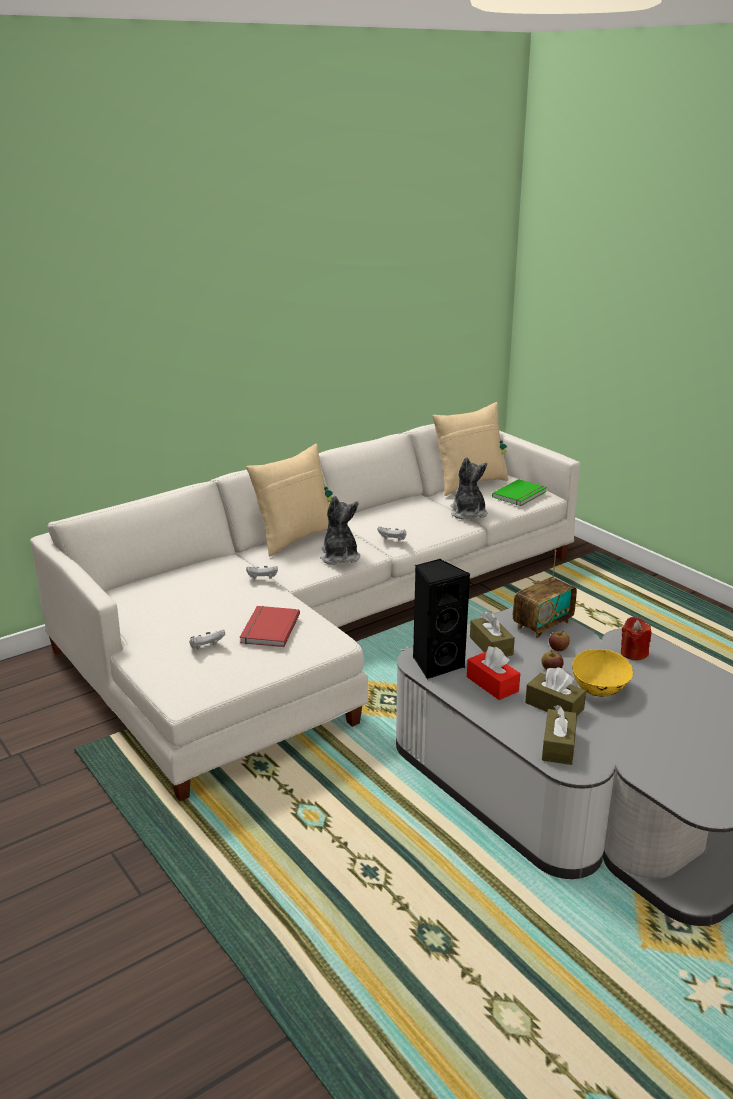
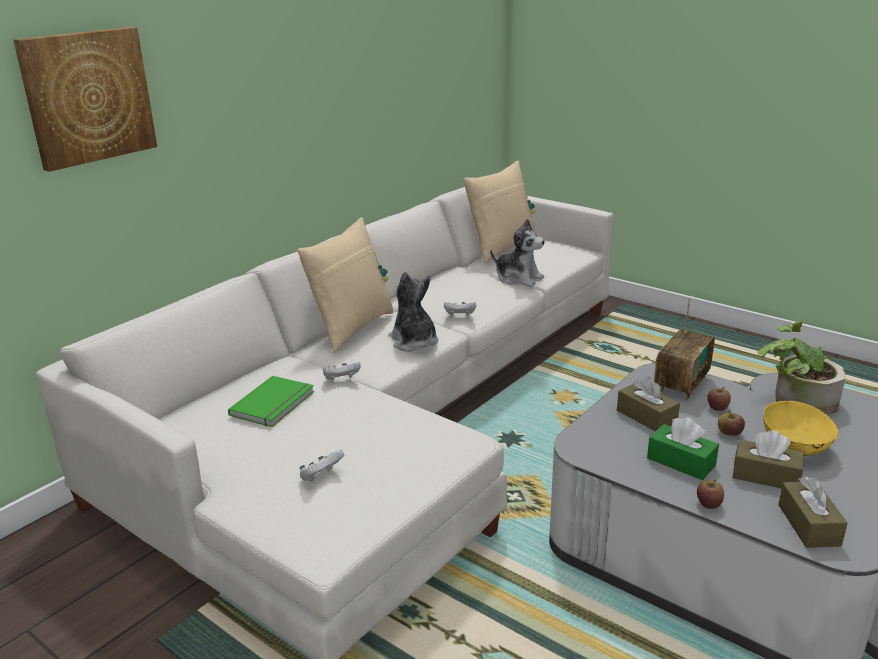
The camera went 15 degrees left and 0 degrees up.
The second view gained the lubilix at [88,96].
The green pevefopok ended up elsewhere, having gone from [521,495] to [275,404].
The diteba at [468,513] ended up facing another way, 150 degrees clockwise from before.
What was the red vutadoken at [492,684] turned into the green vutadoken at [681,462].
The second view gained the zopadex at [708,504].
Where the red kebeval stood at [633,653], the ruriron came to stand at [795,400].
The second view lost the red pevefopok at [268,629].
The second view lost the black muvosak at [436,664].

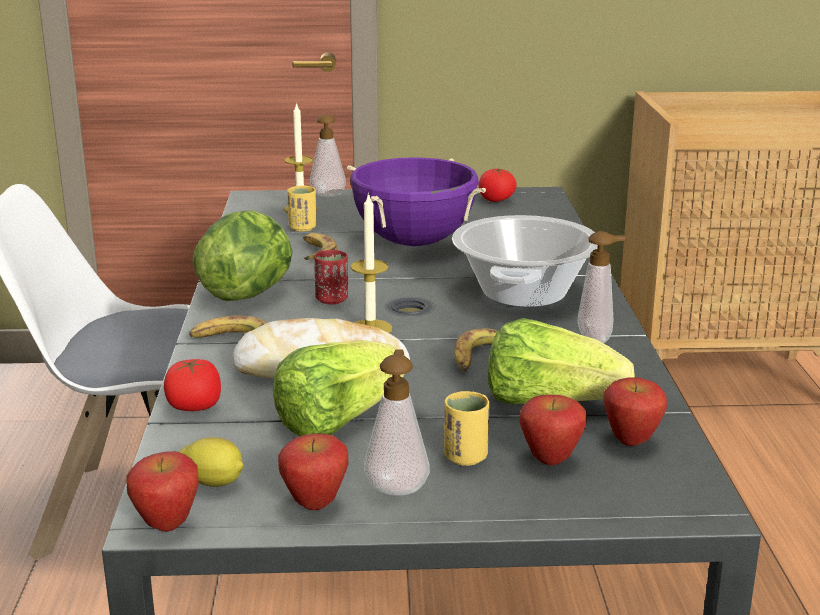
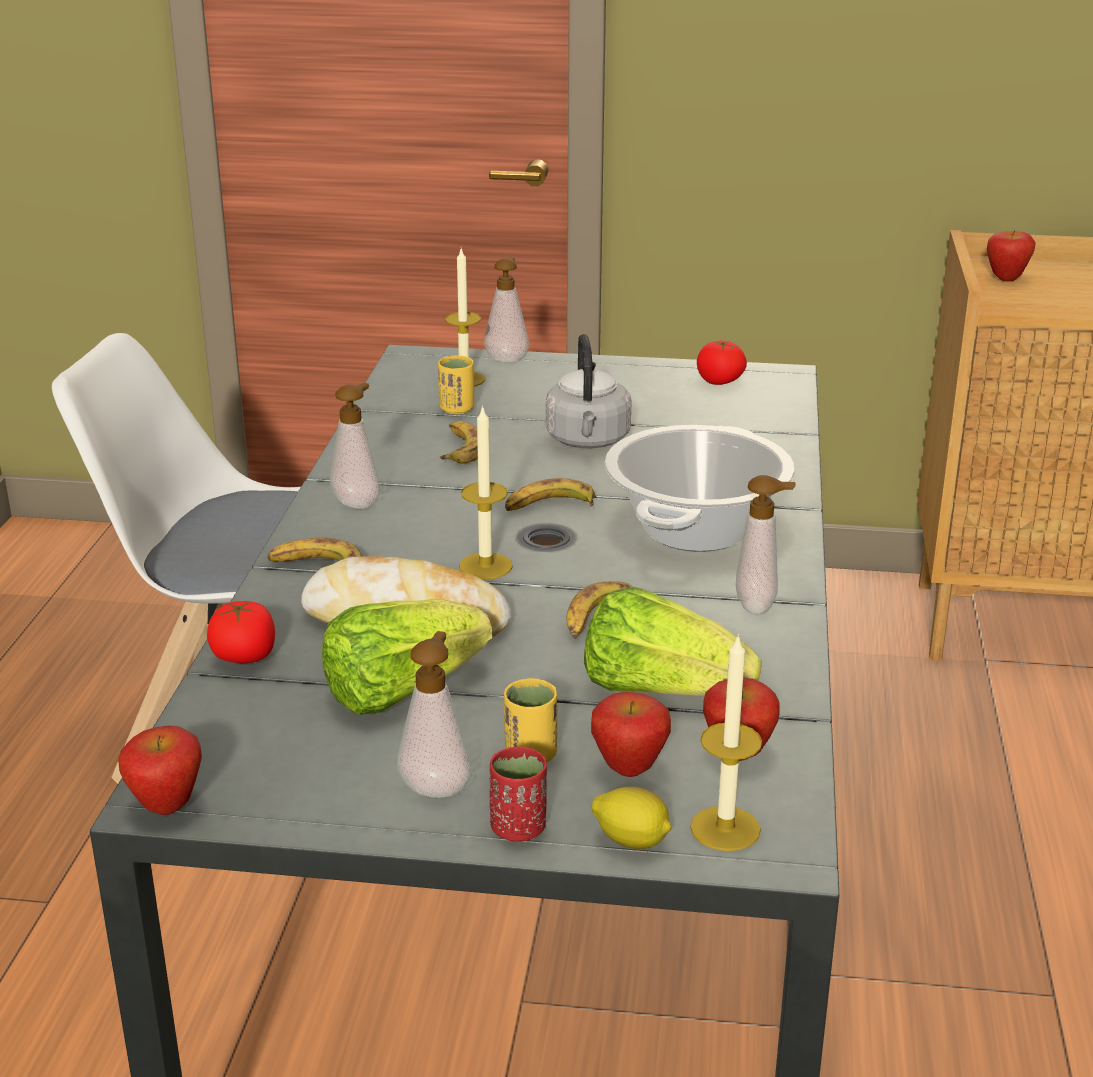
The camera went 10 degrees right and 5 degrees up.
Where the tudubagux stood at [249,293], the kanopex came to stand at [358,502].
The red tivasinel ended up elsewhere, having gone from [332,299] to [518,828].
The second view gained the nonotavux at [549,507].
Where the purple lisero stood at [414,242], the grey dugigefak came to stand at [588,441].
The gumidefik ended up elsewhere, having gone from [214,482] to [632,841].
The second view gained the kebeval at [725,828].
The zopadex ended up elsewhere, having gone from [315,504] to [1006,279].

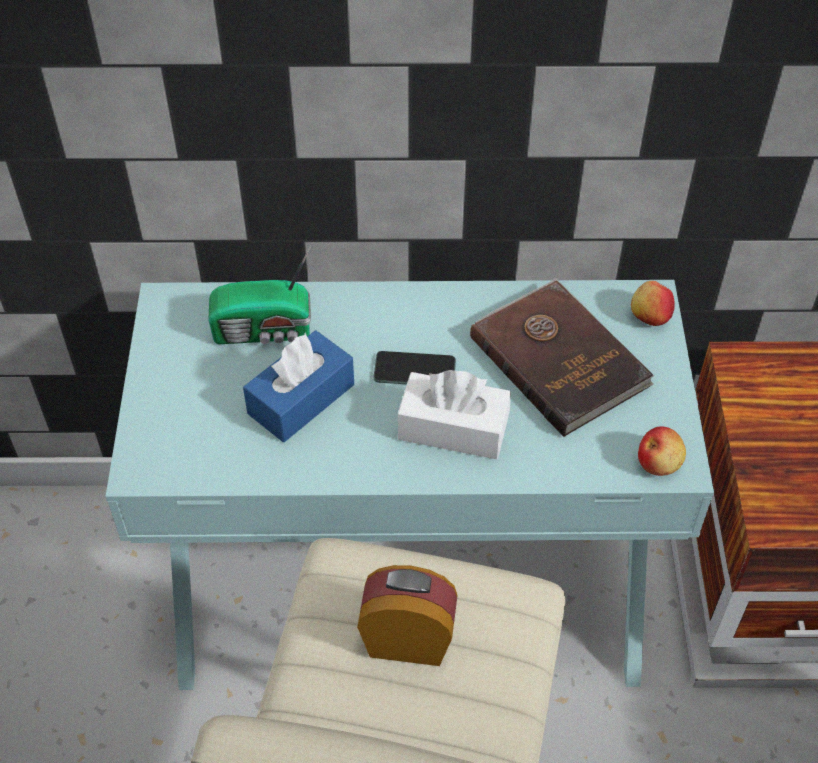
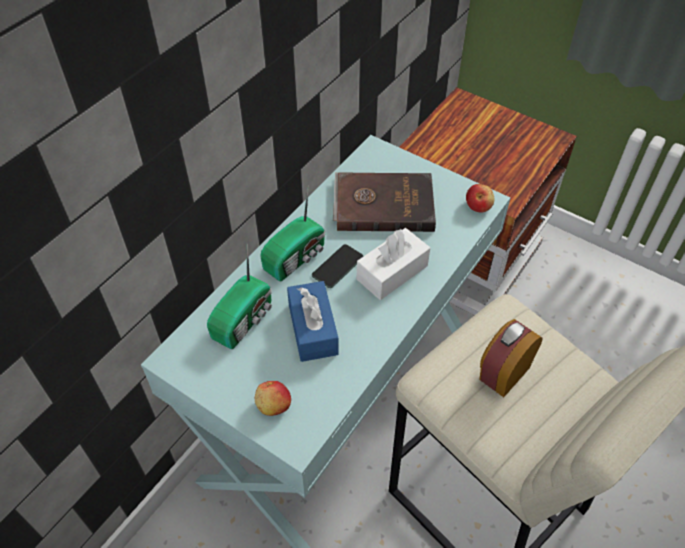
The camera went 55 degrees left and 0 degrees up.
The zopadex ended up elsewhere, having gone from [649,316] to [273,405].
The second view gained the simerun at [297,257].

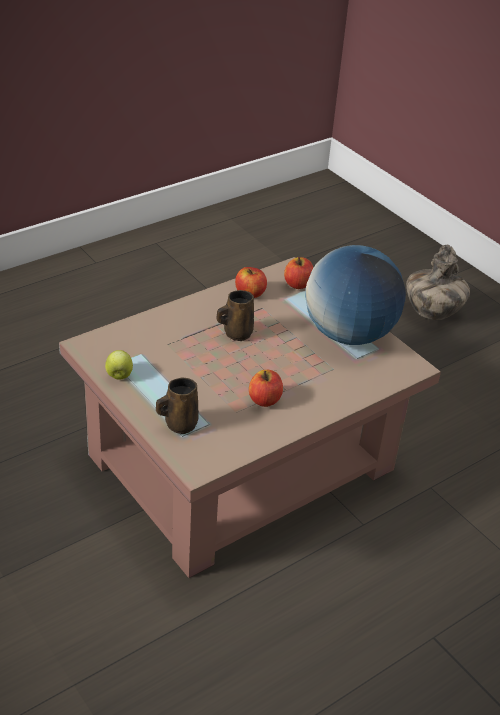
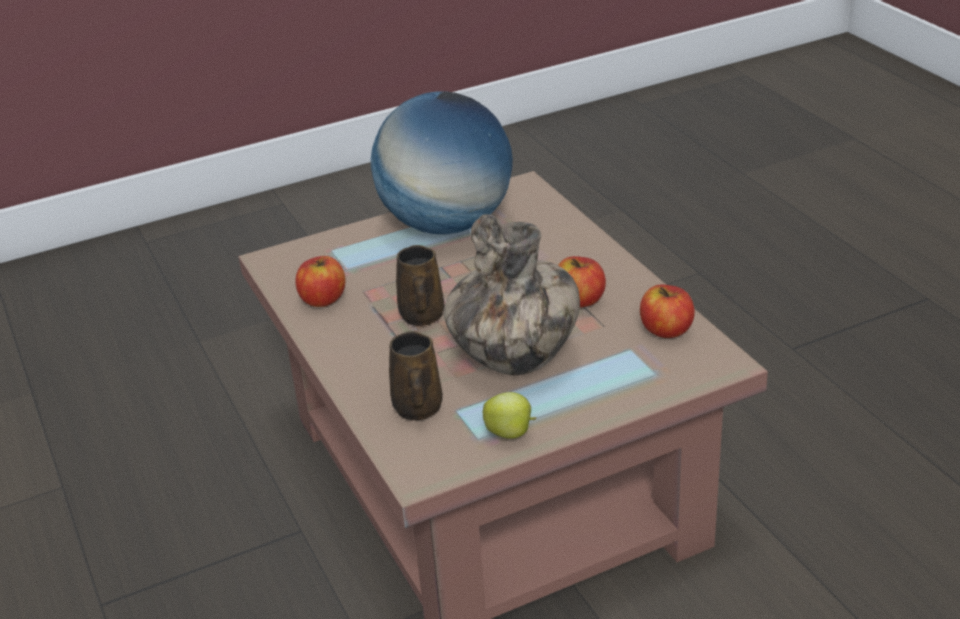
The camera went 75 degrees left and 5 degrees down.
The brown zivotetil ended up elsewhere, having gone from [179,424] to [417,409].
The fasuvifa ended up elsewhere, having gone from [431,313] to [516,359].
The zopadex ended up elsewhere, having gone from [298,284] to [666,330].

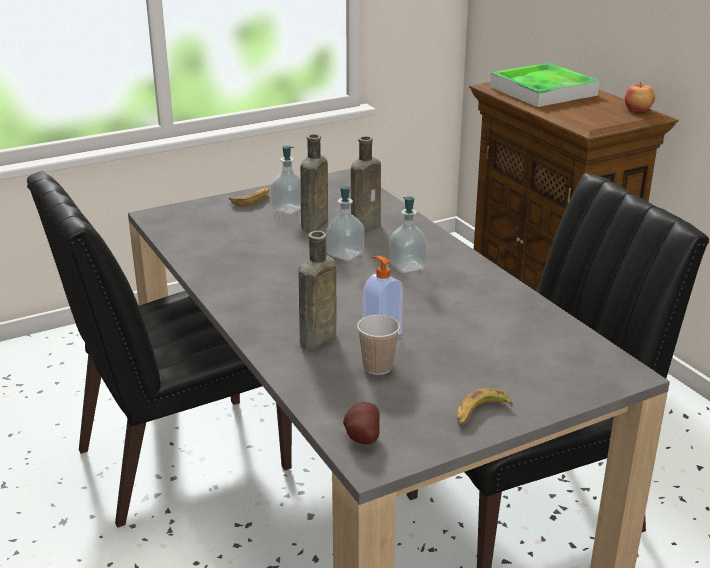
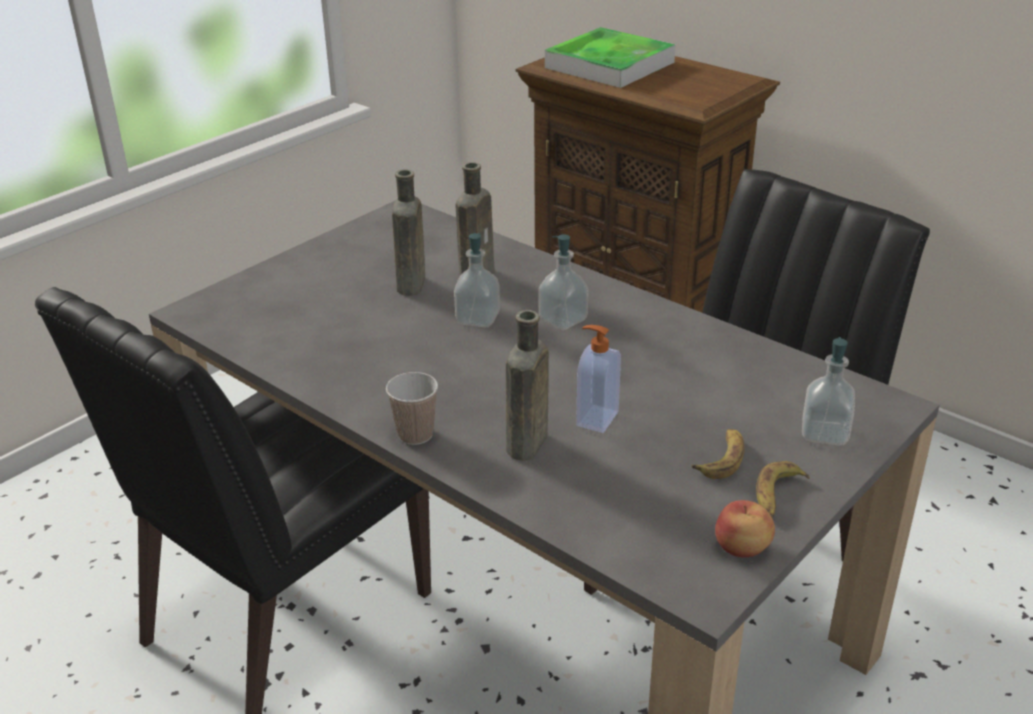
The camera went 20 degrees left and 5 degrees up.
The tivasinel ended up elsewhere, having gone from [378,367] to [415,434].
The nonotavux ended up elsewhere, having gone from [251,200] to [721,458].
The zopadex ended up elsewhere, having gone from [638,110] to [742,549].
The kanopex ended up elsewhere, having gone from [288,209] to [824,433].
The second view lost the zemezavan at [361,438].

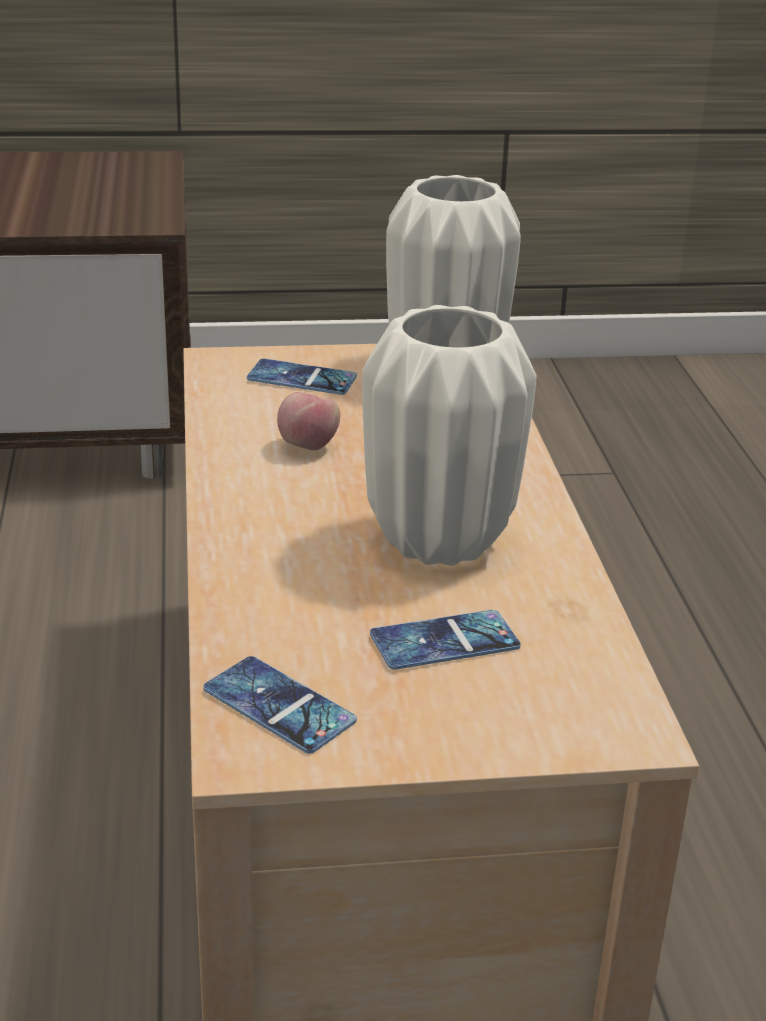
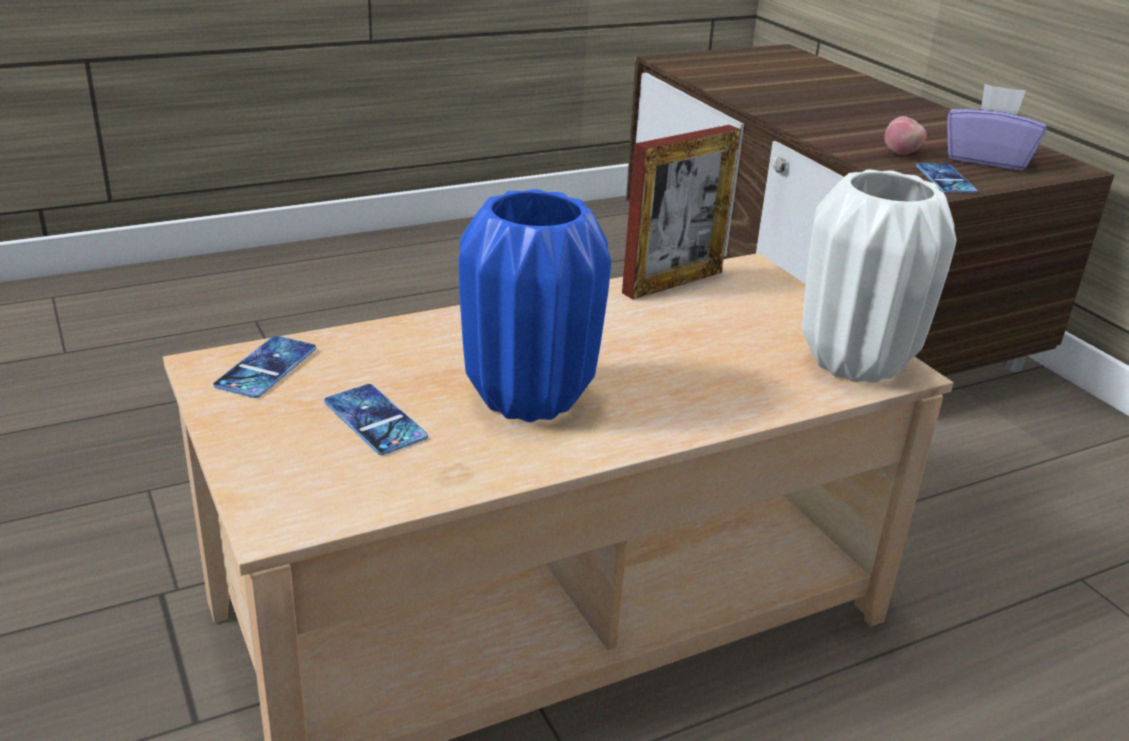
The camera went 70 degrees right and 0 degrees up.
What was the white fasuvifa at [437,540] turned into the blue fasuvifa at [528,398].
The second view gained the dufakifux at [672,282].
The zopadex ended up elsewhere, having gone from [308,446] to [902,154].
The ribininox ended up elsewhere, having gone from [302,378] to [945,179].
The second view gained the purple vutadoken at [986,159].

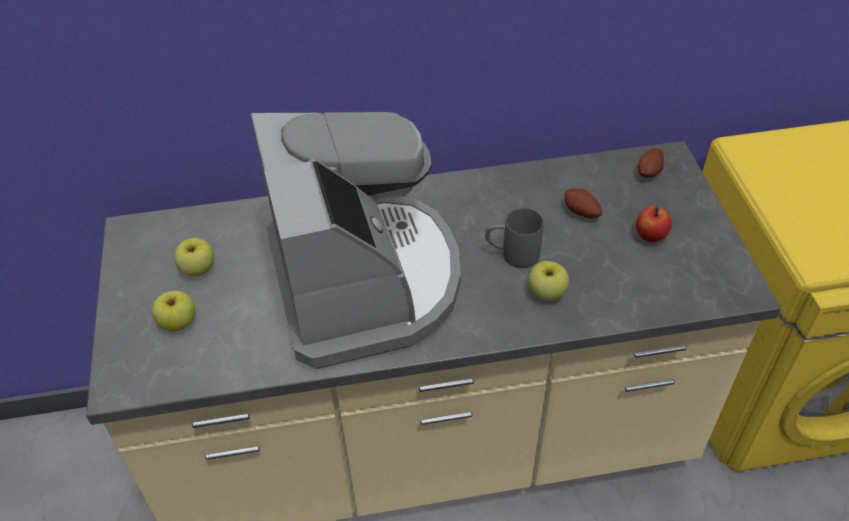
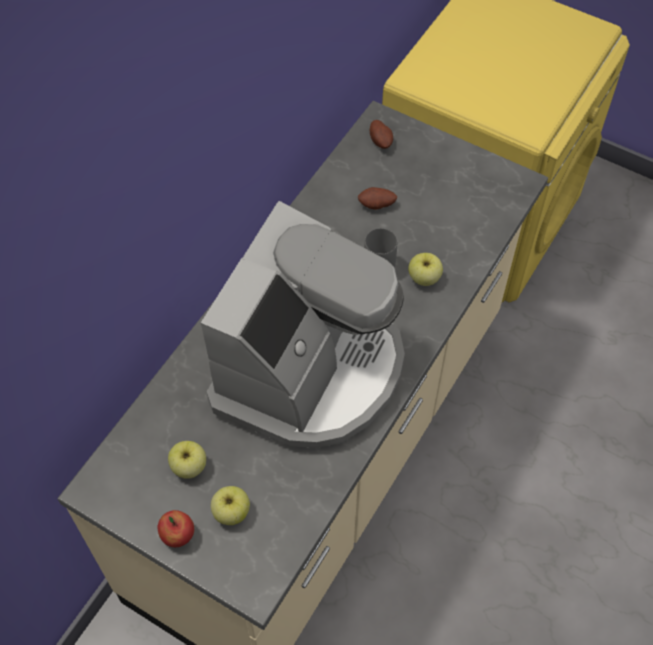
The camera went 50 degrees left and 10 degrees up.
The zopadex ended up elsewhere, having gone from [650,236] to [178,535].
The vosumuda at [364,281] ended up facing another way, 90 degrees clockwise from before.

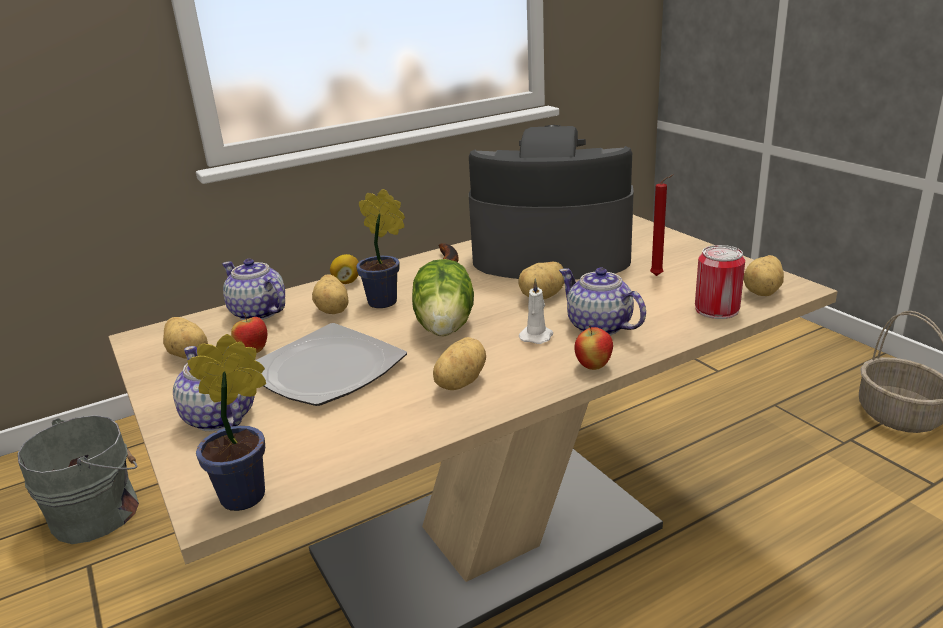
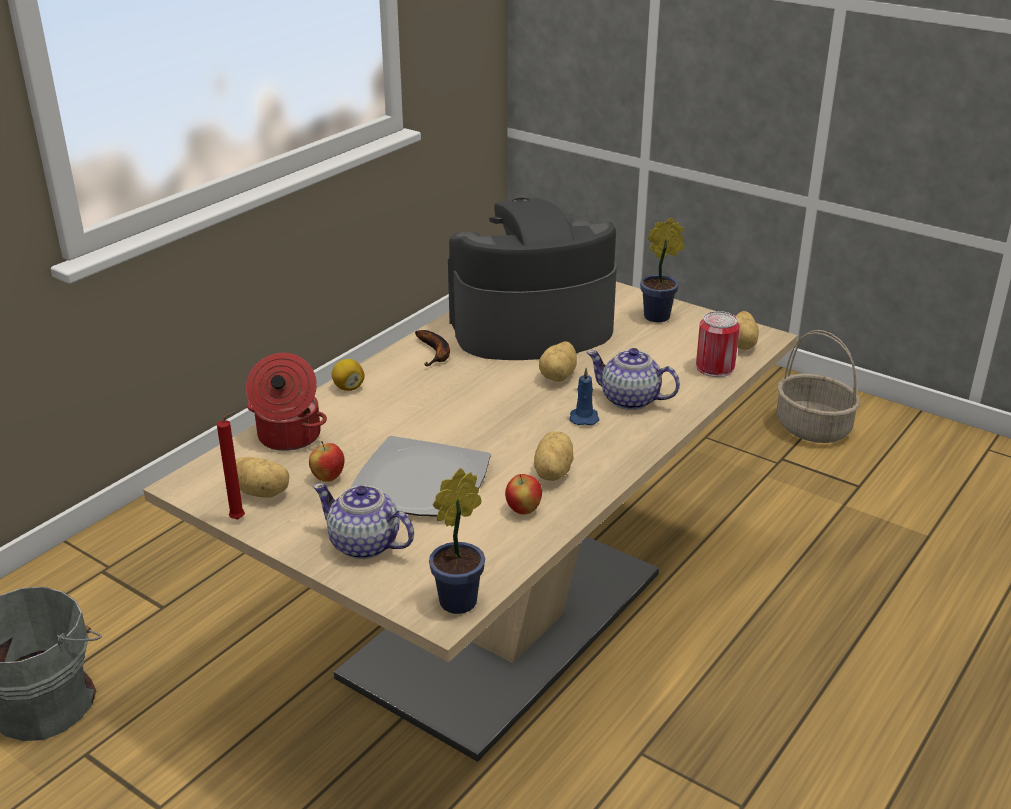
The camera went 25 degrees left and 5 degrees up.
The red kebeval ended up elsewhere, having gone from [658,276] to [240,519].
Where the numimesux stood at [258,313], the lisero came to stand at [288,437].
The zopadex ended up elsewhere, having gone from [593,366] to [523,510].
What was the white kebeval at [537,336] turned into the blue kebeval at [583,417].
The ruriron ended up elsewhere, having gone from [386,302] to [660,316].
The second view lost the zemezavan at [334,310].
The second view lost the tudubagux at [446,326].

